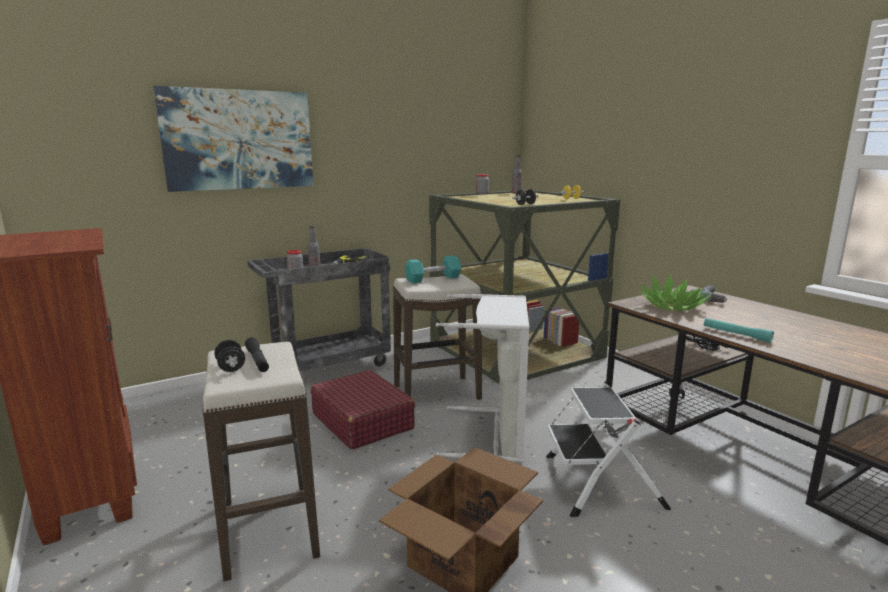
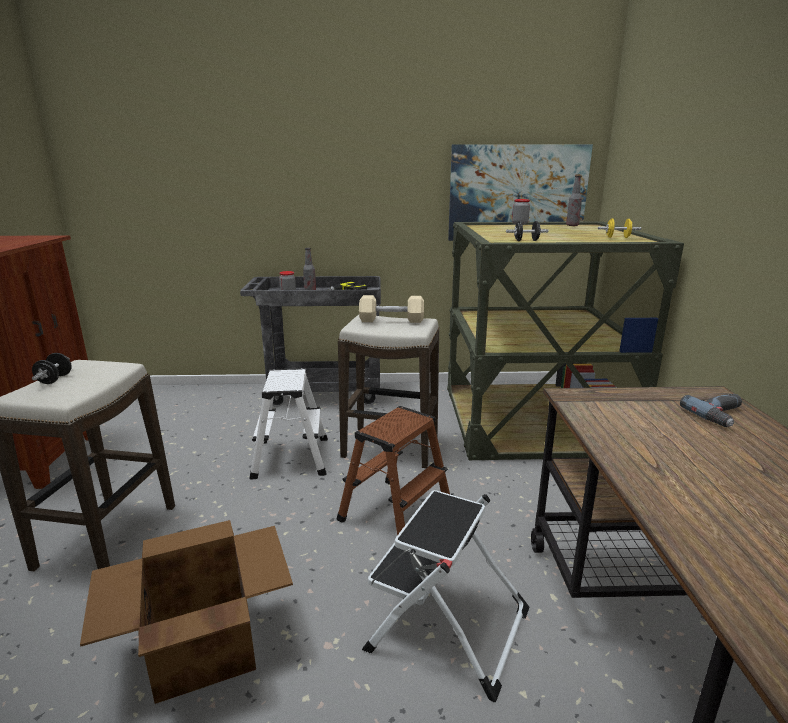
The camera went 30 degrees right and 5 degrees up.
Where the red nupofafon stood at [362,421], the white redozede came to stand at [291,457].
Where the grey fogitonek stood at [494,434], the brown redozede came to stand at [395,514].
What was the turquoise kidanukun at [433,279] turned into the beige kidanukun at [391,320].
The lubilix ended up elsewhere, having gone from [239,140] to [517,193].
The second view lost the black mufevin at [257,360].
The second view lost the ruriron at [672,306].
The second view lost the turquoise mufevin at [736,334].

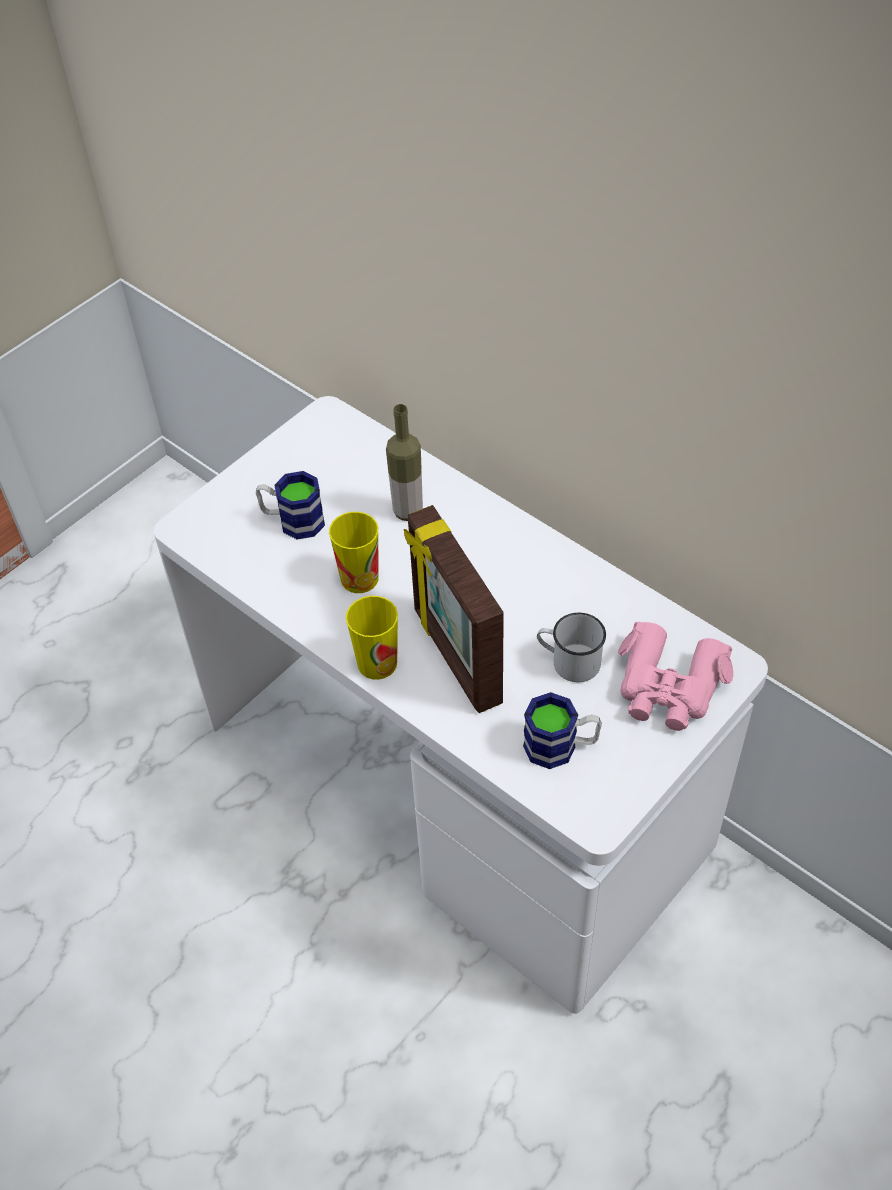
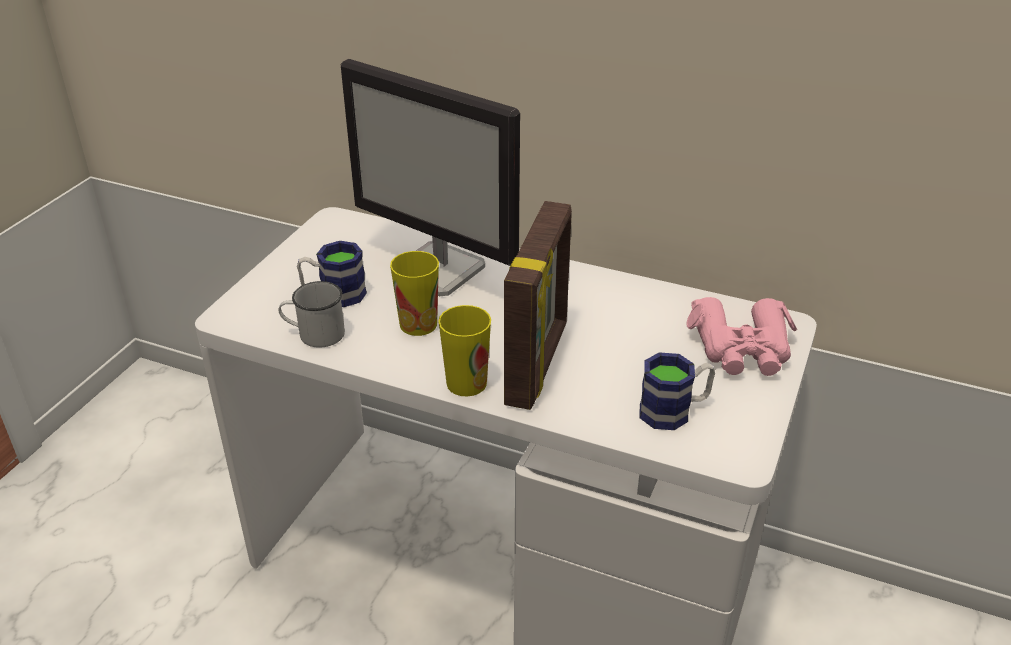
The camera went 20 degrees left and 15 degrees down.
The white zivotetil ended up elsewhere, having gone from [569,661] to [314,334].
Where the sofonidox stood at [408,511], the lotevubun came to stand at [440,271].
The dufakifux at [455,657] ended up facing another way, 120 degrees counterclockwise from before.

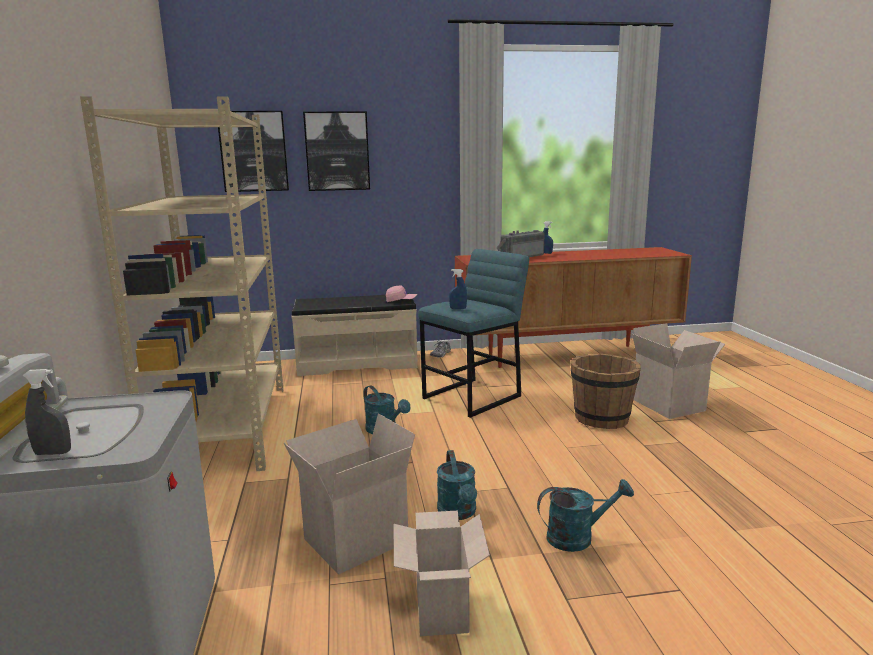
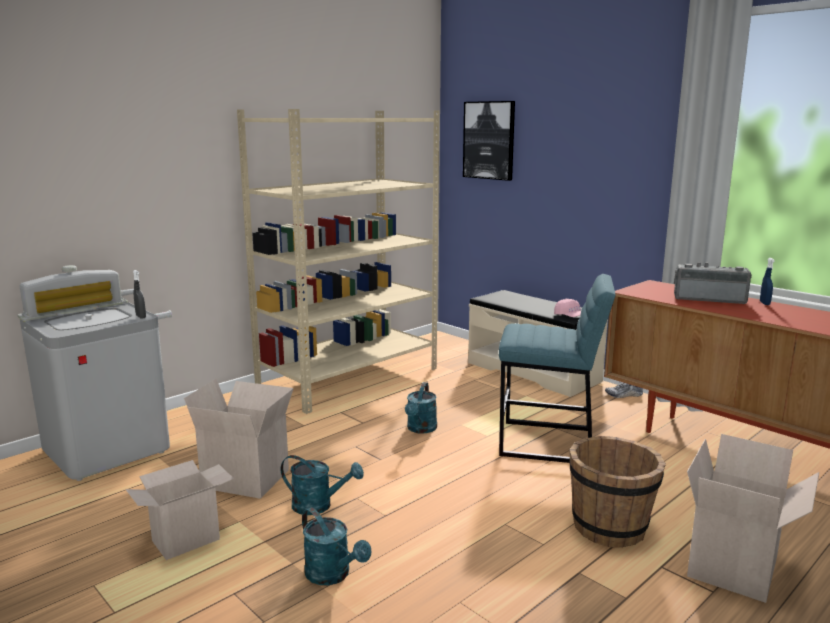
The camera went 55 degrees right and 0 degrees up.
The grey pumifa ended up elsewhere, having gone from [53,453] to [141,317].
The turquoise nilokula at [458,513] ended up facing another way, 120 degrees counterclockwise from before.
The second view lost the lubilix at [337,151].
The second view lost the blue pumifa at [458,308].

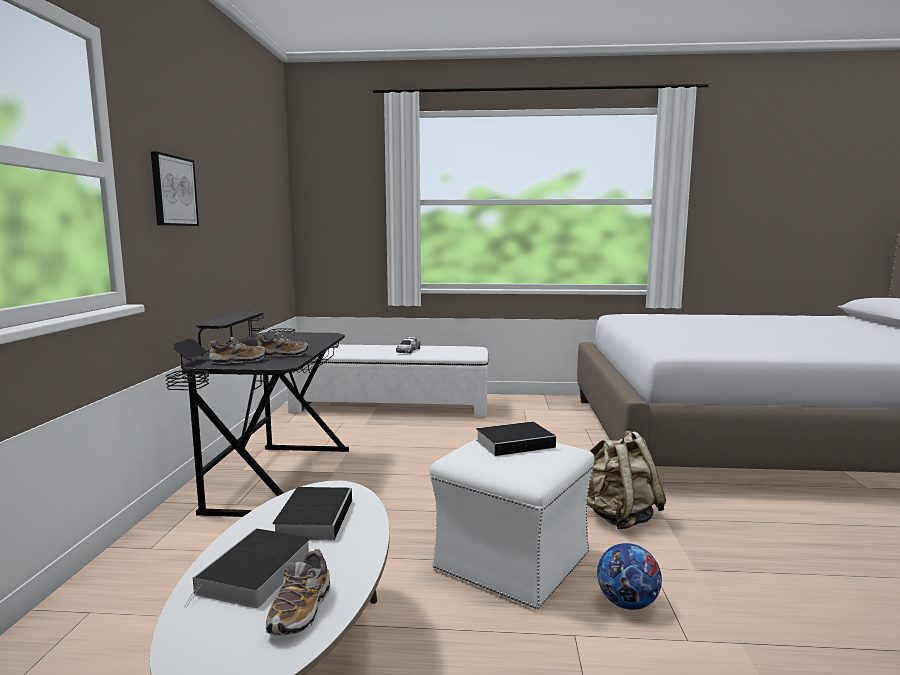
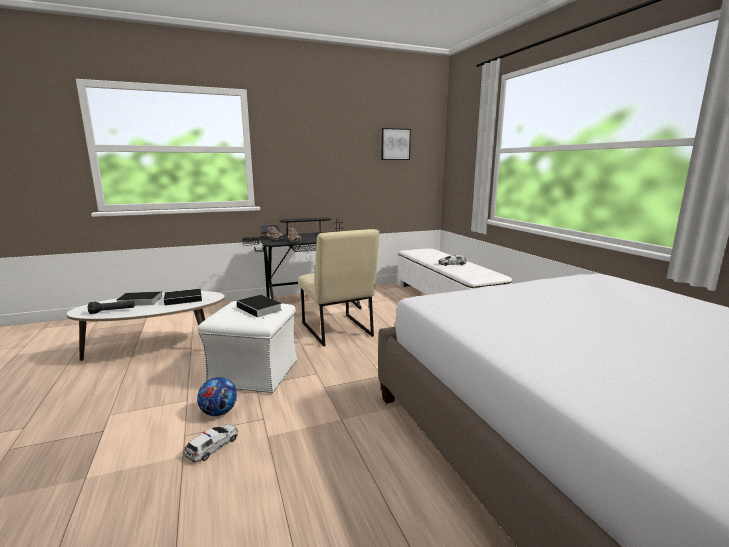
The camera went 65 degrees right and 5 degrees up.
Where the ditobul stood at [301,611], the black mufevin came to stand at [112,311].
The second view gained the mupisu at [213,446].
The second view gained the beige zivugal at [337,330].
The lubilix ended up elsewhere, having gone from [173,191] to [395,144].
The second view lost the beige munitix at [618,518].

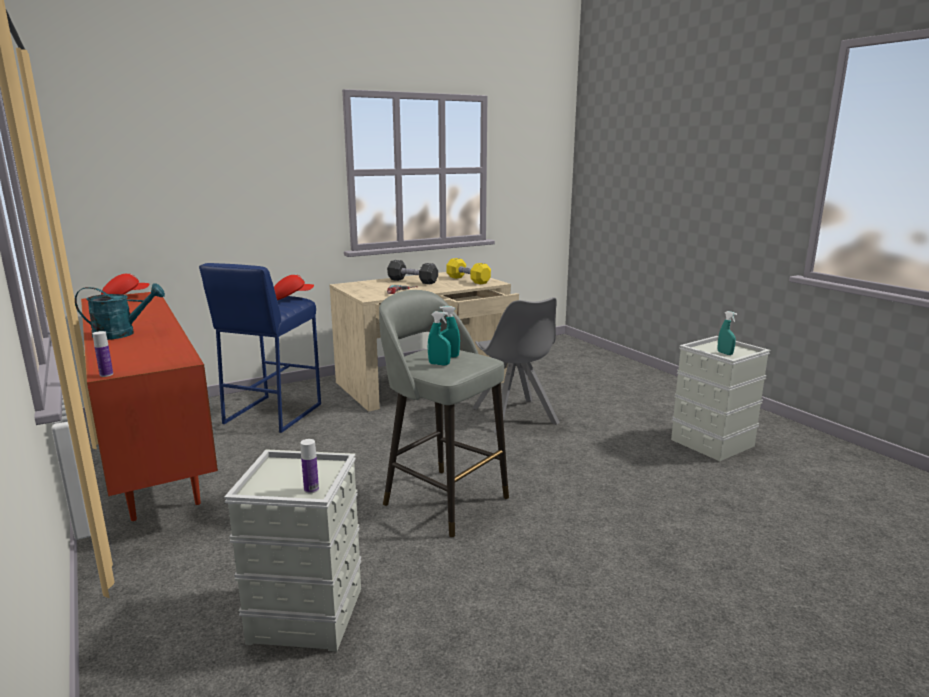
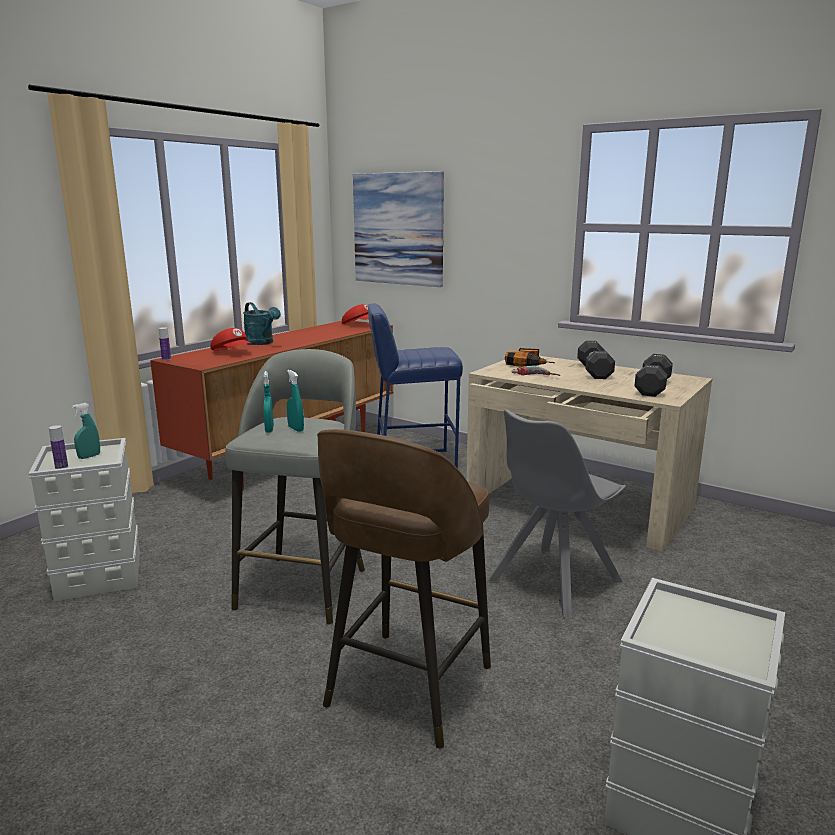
The camera went 65 degrees right and 0 degrees up.
The turquoise pumifa ended up elsewhere, having gone from [725,353] to [89,456].
The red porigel ended up elsewhere, having gone from [291,297] to [232,352].
The second view gained the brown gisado at [406,689].
The second view gained the lubilix at [398,229].
The second view gained the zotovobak at [530,363].
What was the yellow kidanukun at [468,280] turned into the black kidanukun at [652,387].

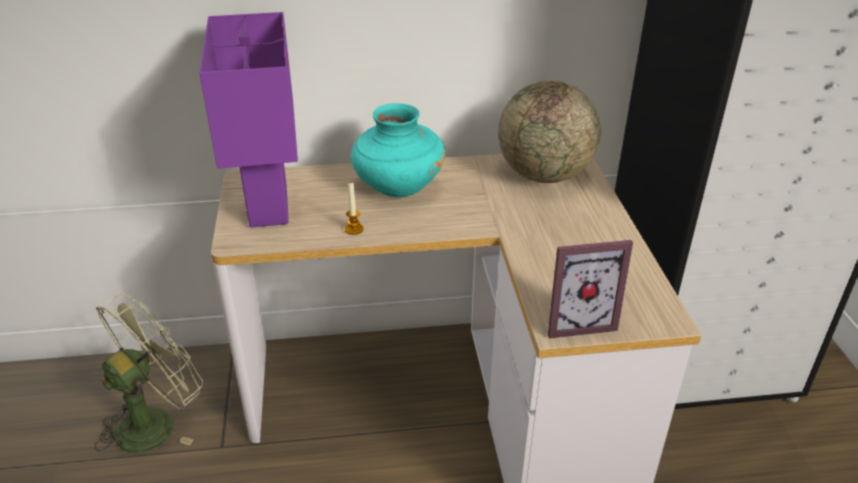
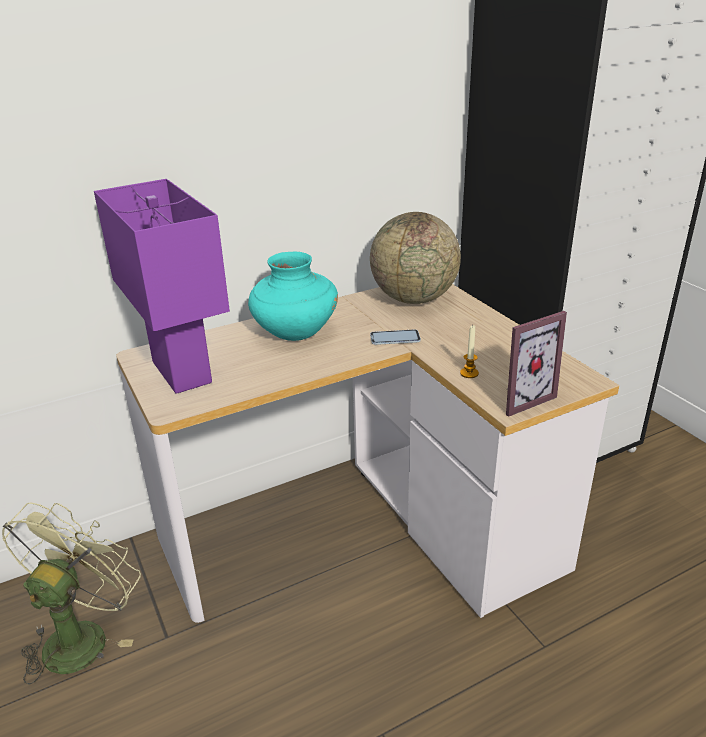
The camera went 20 degrees left and 5 degrees down.
The second view gained the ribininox at [395,338].
The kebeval ended up elsewhere, having gone from [354,229] to [469,373].

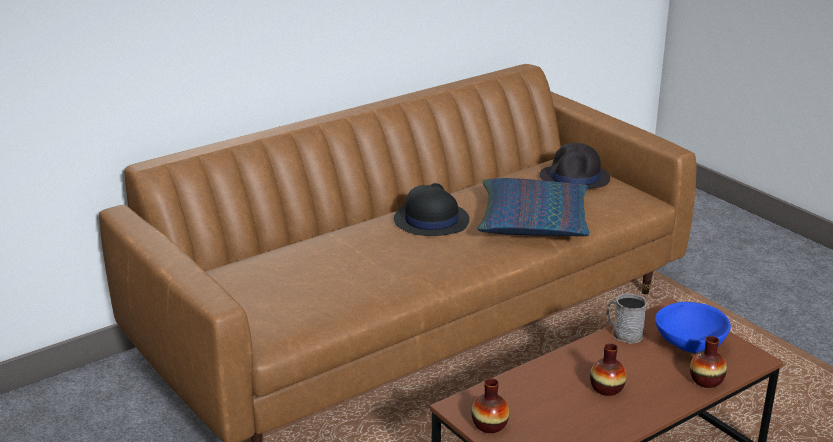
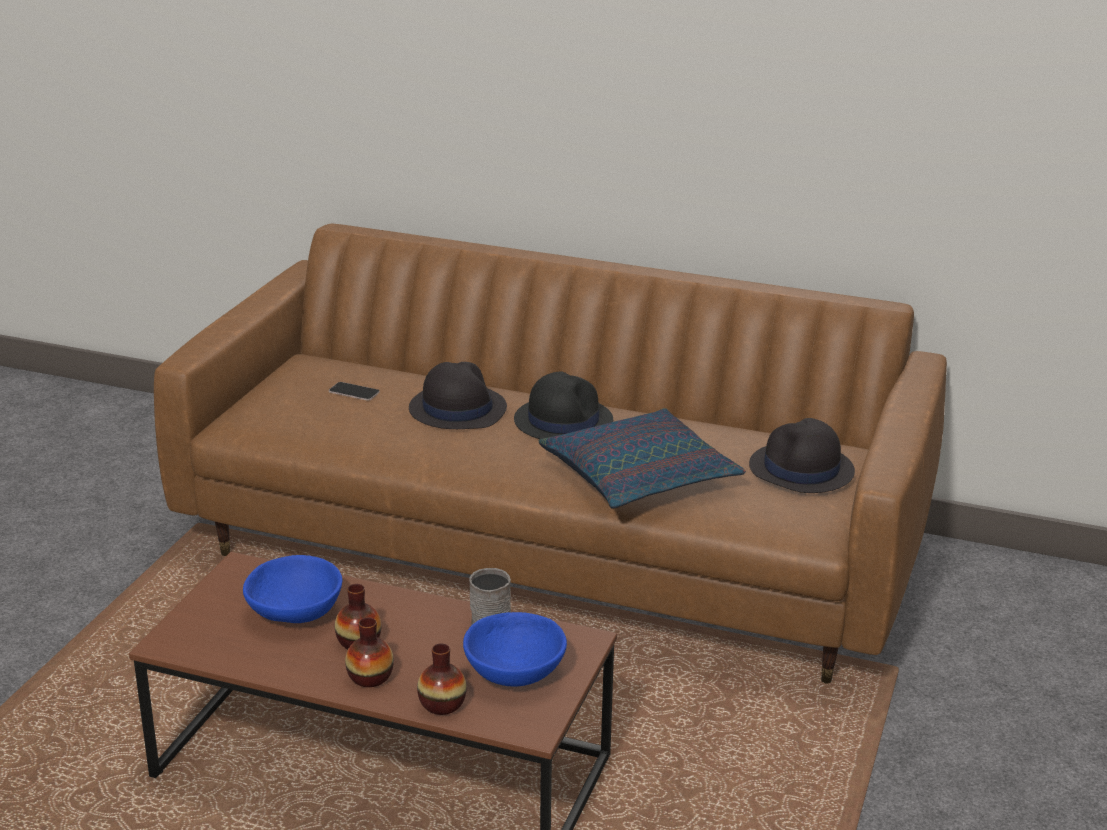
The camera went 55 degrees right and 0 degrees up.
The second view gained the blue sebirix at [293,613].
The second view gained the ribininox at [354,392].
The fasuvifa ended up elsewhere, having gone from [489,425] to [370,677].
The second view gained the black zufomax at [457,409].

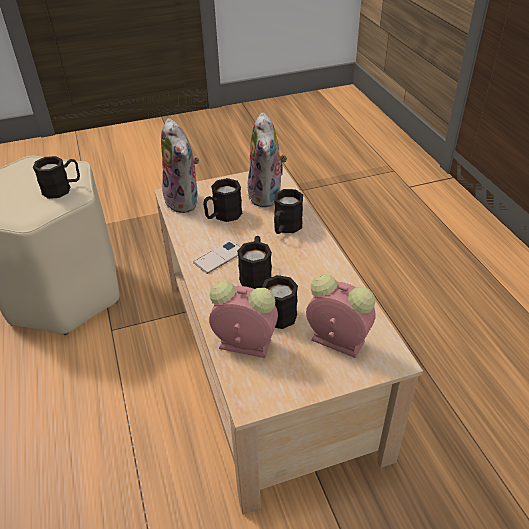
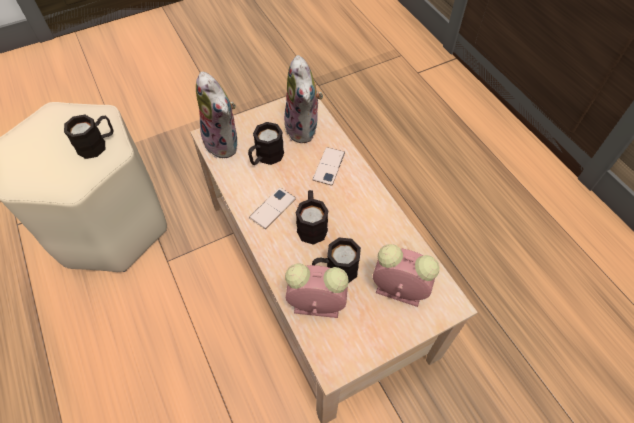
The camera went 10 degrees left and 15 degrees up.
Where the black zivotetil stood at [285,228], the ribininox came to stand at [329,166].

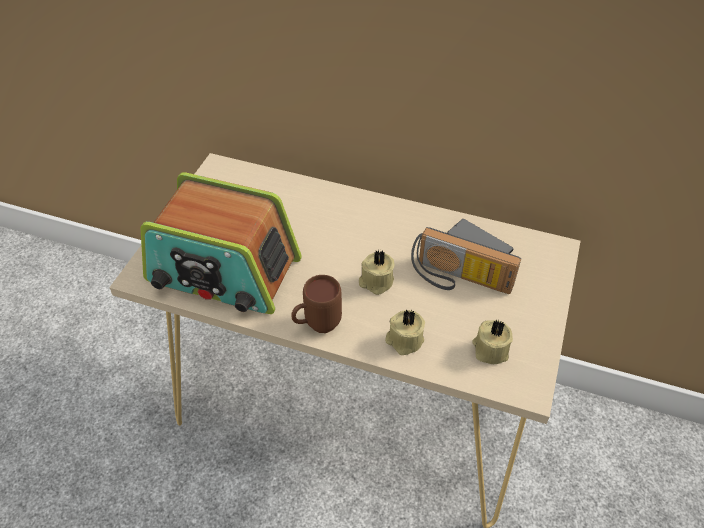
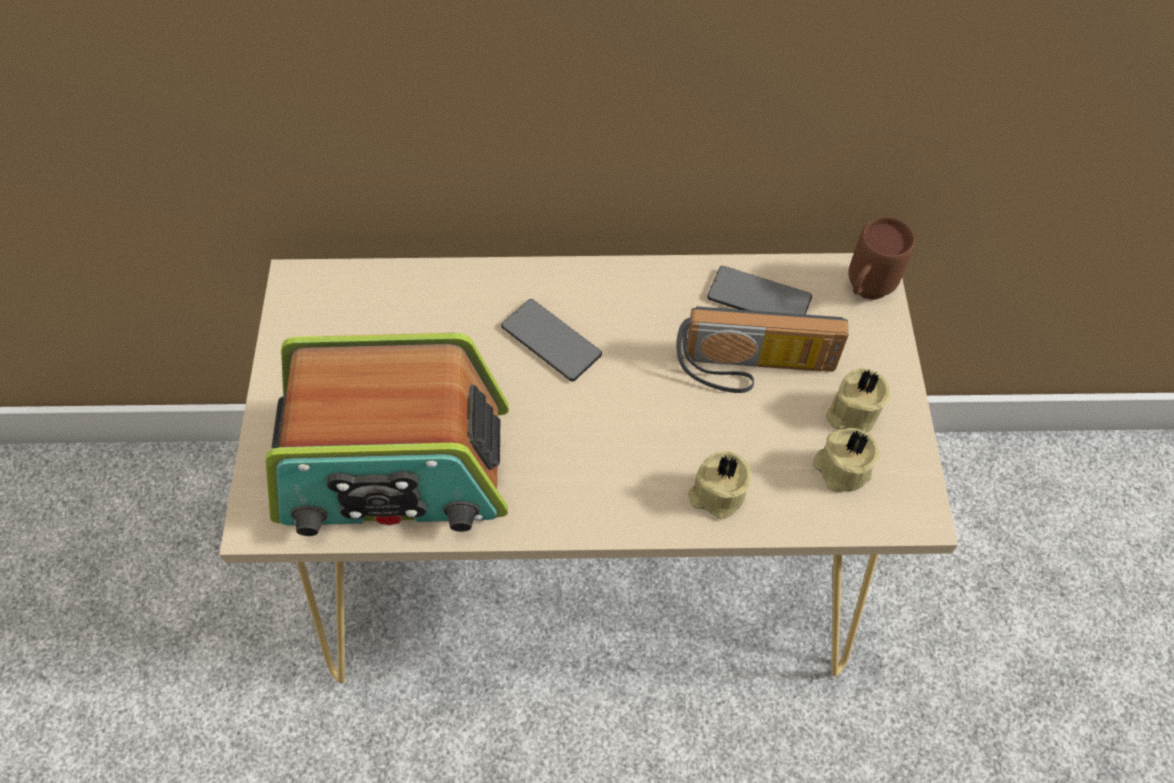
The camera went 20 degrees left and 10 degrees up.
The second view gained the ribininox at [551,341].
The beige kebeval ended up elsewhere, having gone from [376,282] to [851,412].
The brown zivotetil ended up elsewhere, having gone from [316,326] to [864,292].

